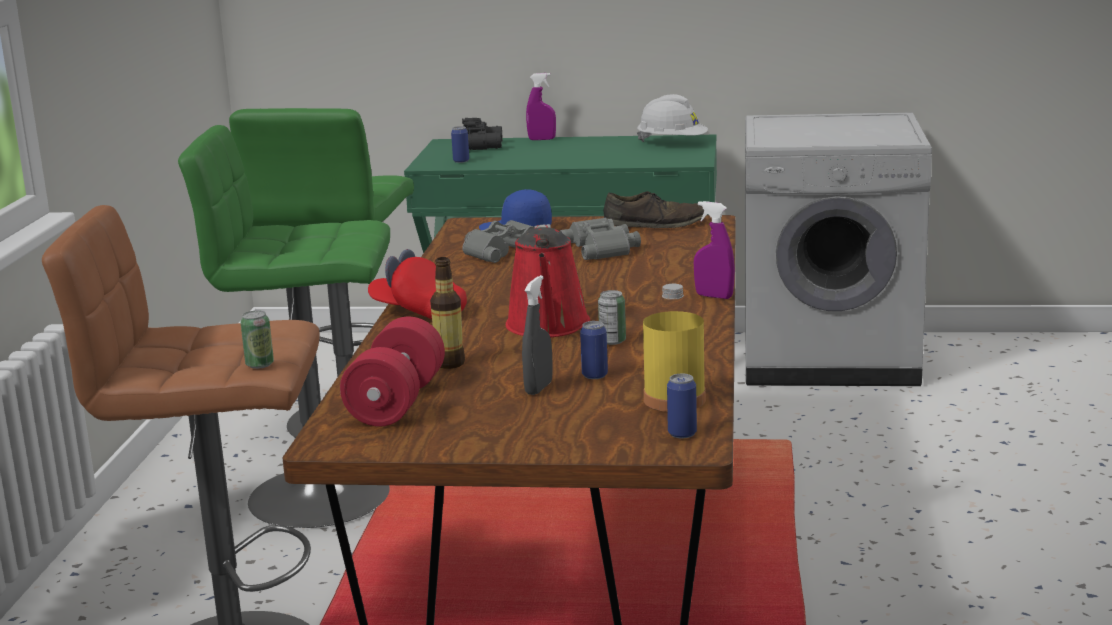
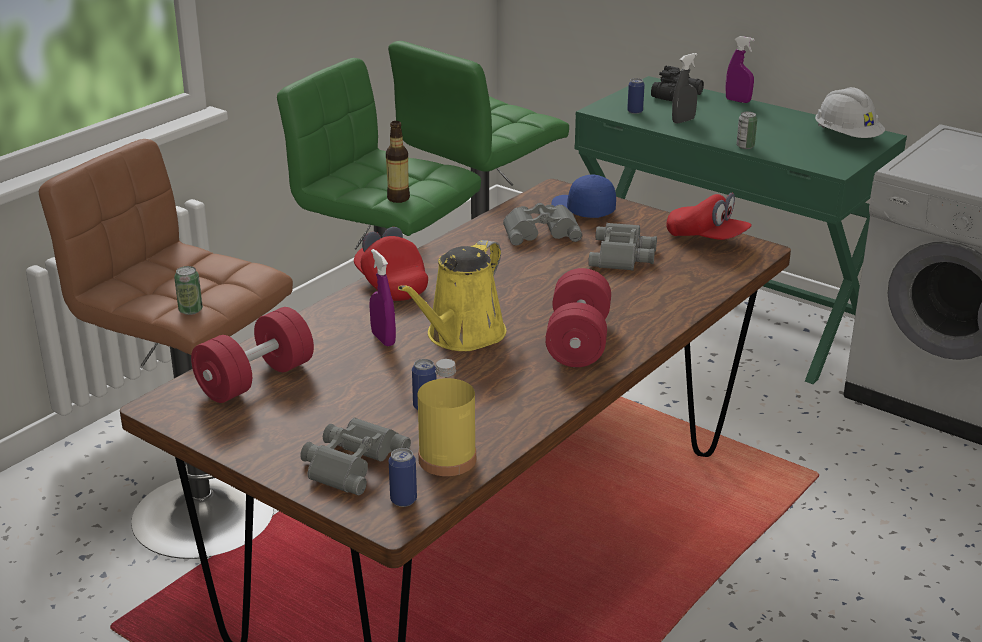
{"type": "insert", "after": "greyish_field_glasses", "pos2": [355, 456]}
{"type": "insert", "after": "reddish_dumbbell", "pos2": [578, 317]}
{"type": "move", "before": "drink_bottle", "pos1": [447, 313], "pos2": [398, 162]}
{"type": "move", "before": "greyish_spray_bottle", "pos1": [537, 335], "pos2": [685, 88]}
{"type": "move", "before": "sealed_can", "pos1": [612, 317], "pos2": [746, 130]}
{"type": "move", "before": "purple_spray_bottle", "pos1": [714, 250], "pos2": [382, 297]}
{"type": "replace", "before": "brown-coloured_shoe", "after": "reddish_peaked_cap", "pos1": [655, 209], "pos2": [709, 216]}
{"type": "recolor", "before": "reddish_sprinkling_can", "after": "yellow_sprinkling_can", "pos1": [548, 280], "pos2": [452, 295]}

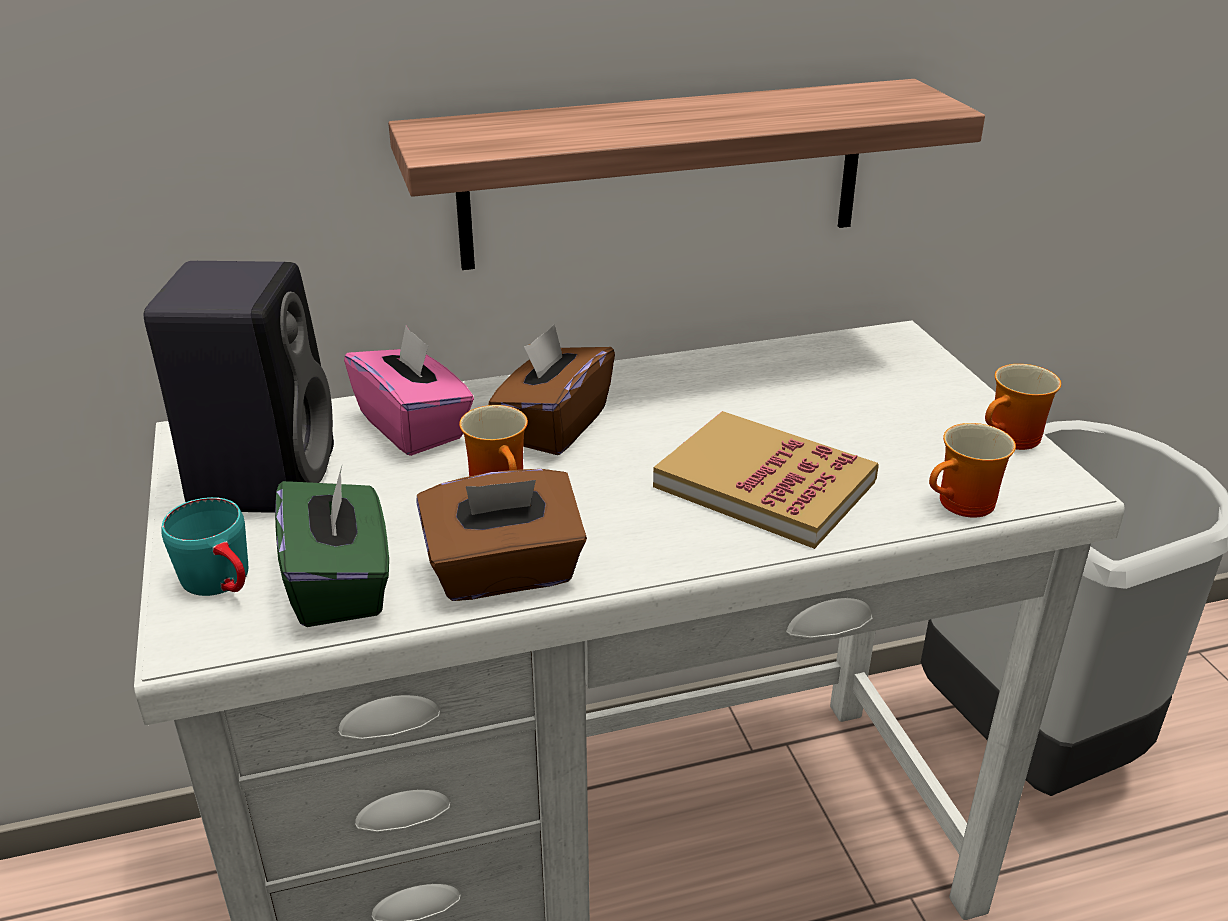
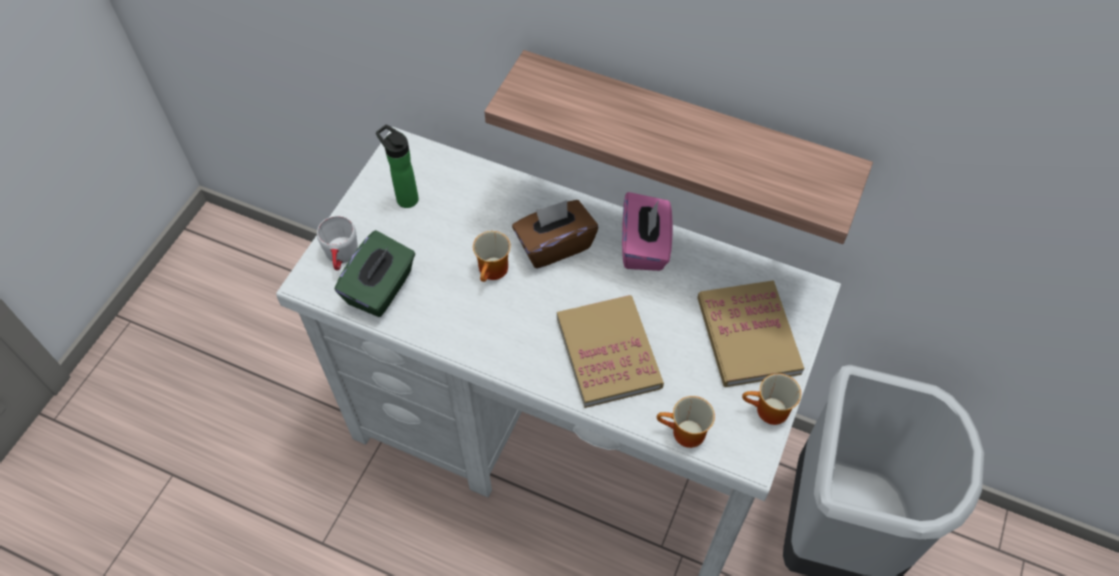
{"type": "delete", "before": "brown-coloured_tissue_box", "pos1": [501, 535]}
{"type": "insert", "after": "volume", "pos2": [750, 333]}
{"type": "move", "before": "pinkish_tissue_box", "pos1": [409, 391], "pos2": [647, 231]}
{"type": "replace", "before": "black_loudspeaker", "after": "drink_bottle", "pos1": [239, 387], "pos2": [397, 166]}
{"type": "recolor", "before": "blue-green_mug", "after": "white-coloured_mug", "pos1": [204, 546], "pos2": [337, 243]}

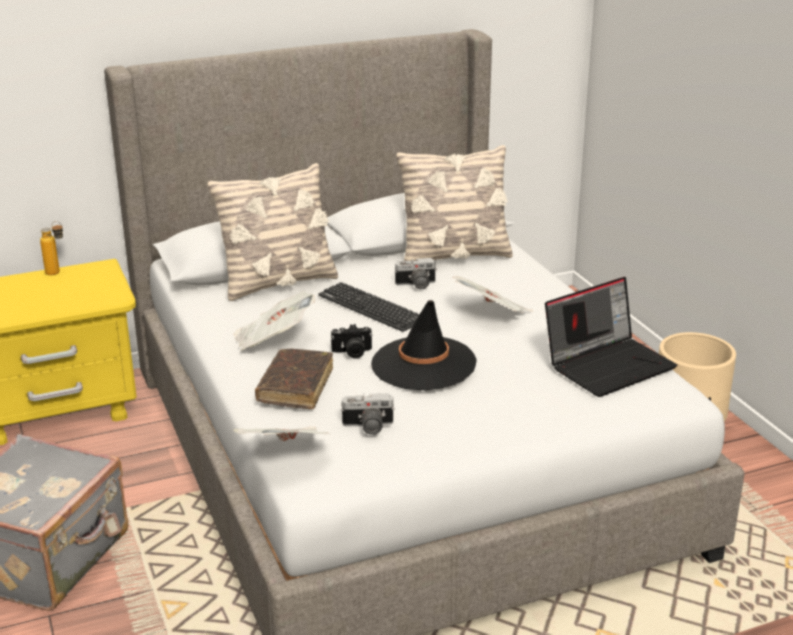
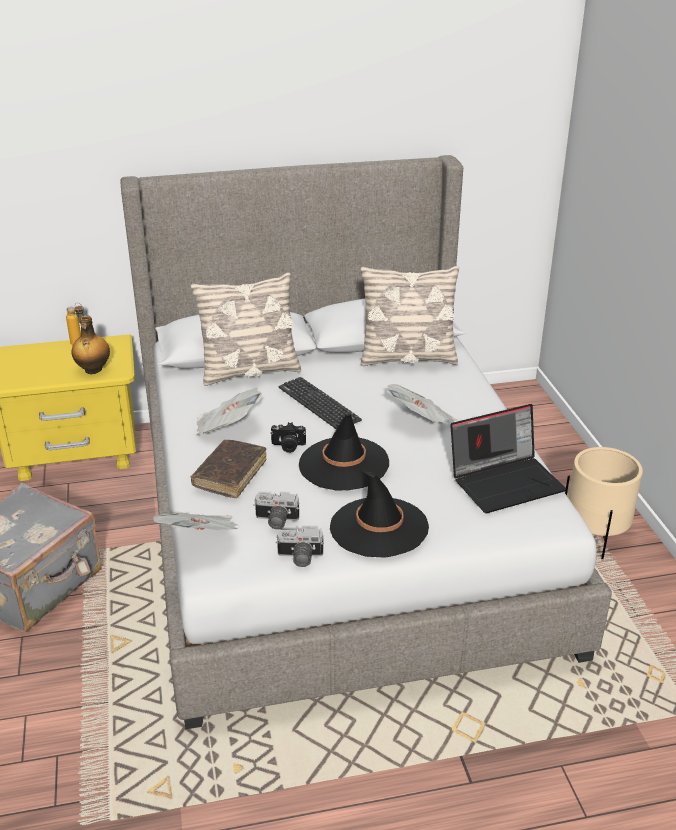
{"type": "insert", "after": "drink_bottle", "pos2": [91, 344]}
{"type": "insert", "after": "black_wearable_hat", "pos2": [379, 515]}
{"type": "move", "before": "photo_camera", "pos1": [416, 273], "pos2": [299, 547]}

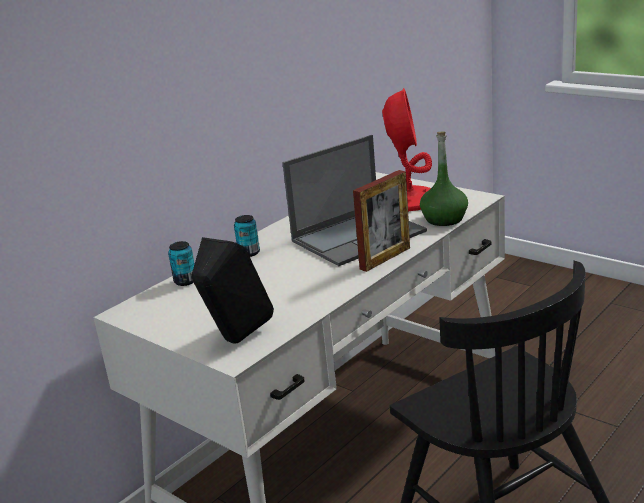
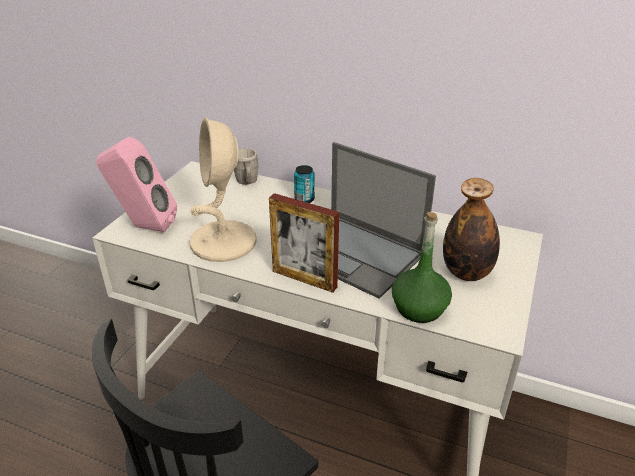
{"type": "insert", "after": "beige_table_lamp", "pos2": [223, 189]}
{"type": "replace", "before": "sealed_can", "after": "greyish_mug", "pos1": [181, 263], "pos2": [246, 166]}
{"type": "replace", "before": "reddish_table_lamp", "after": "drink_bottle", "pos1": [407, 149], "pos2": [471, 229]}
{"type": "recolor", "before": "black_loudspeaker", "after": "pinkish_loudspeaker", "pos1": [232, 290], "pos2": [136, 184]}

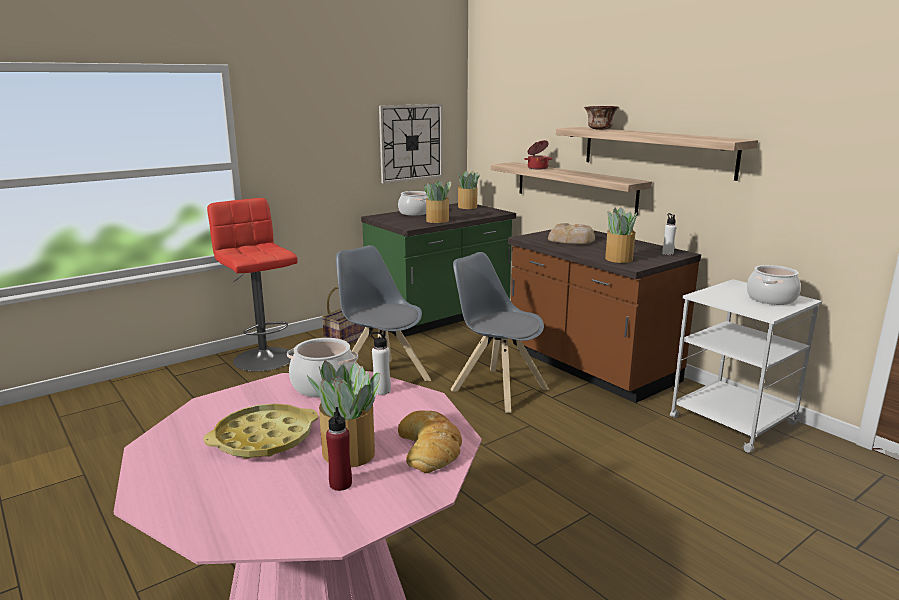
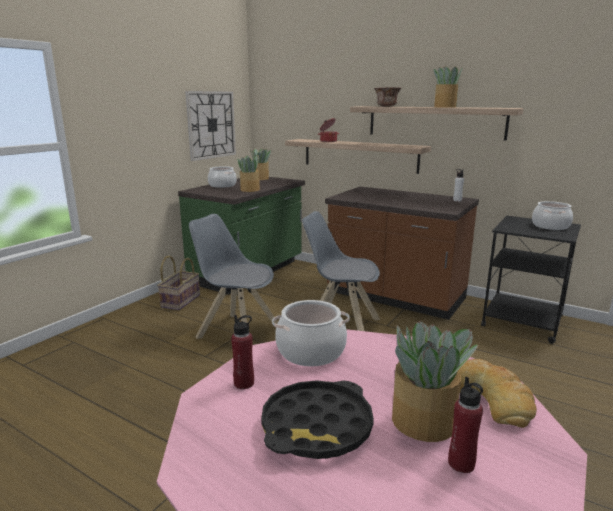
{"type": "delete", "before": "reddish_stool_seat", "pos1": [252, 284]}
{"type": "delete", "before": "white-coloured_drink_bottle", "pos1": [381, 363]}
{"type": "delete", "before": "bread", "pos1": [571, 233]}
{"type": "insert", "after": "reddish_drink_bottle", "pos2": [242, 352]}
{"type": "move", "before": "houseplant", "pos1": [621, 235], "pos2": [448, 87]}
{"type": "recolor", "before": "yellow_serving_tray", "after": "black_serving_tray", "pos1": [260, 431], "pos2": [317, 419]}
{"type": "recolor", "before": "white-coloured_trolley", "after": "black_trolley", "pos1": [746, 366], "pos2": [531, 280]}

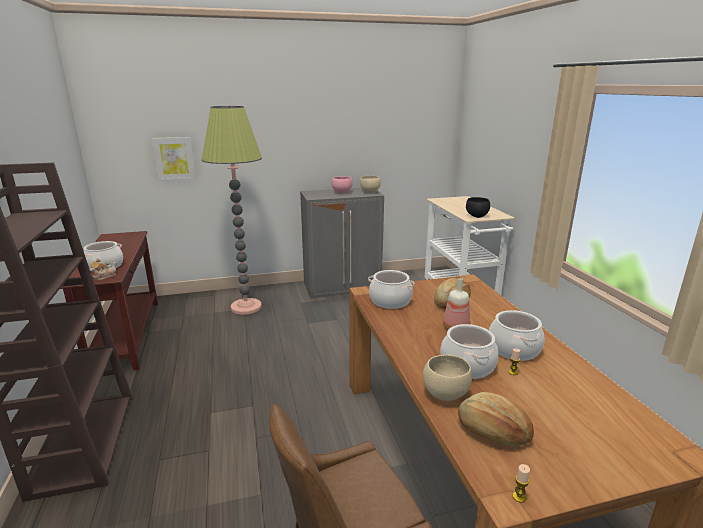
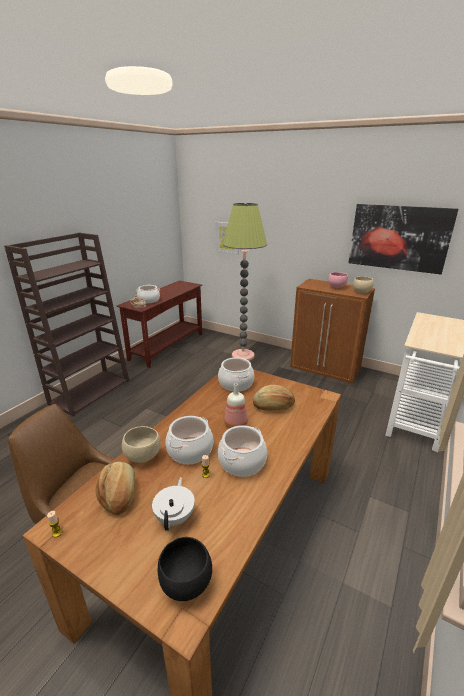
{"type": "insert", "after": "white-coloured_teapot", "pos2": [173, 504]}
{"type": "insert", "after": "wall_art", "pos2": [403, 239]}
{"type": "move", "before": "black_deep_dish", "pos1": [478, 207], "pos2": [185, 569]}
{"type": "recolor", "before": "greyish_cabinet", "after": "brown-coloured_cabinet", "pos1": [342, 243], "pos2": [332, 331]}

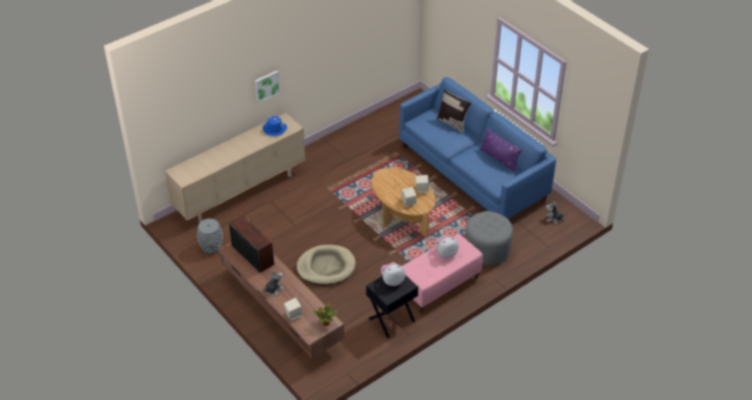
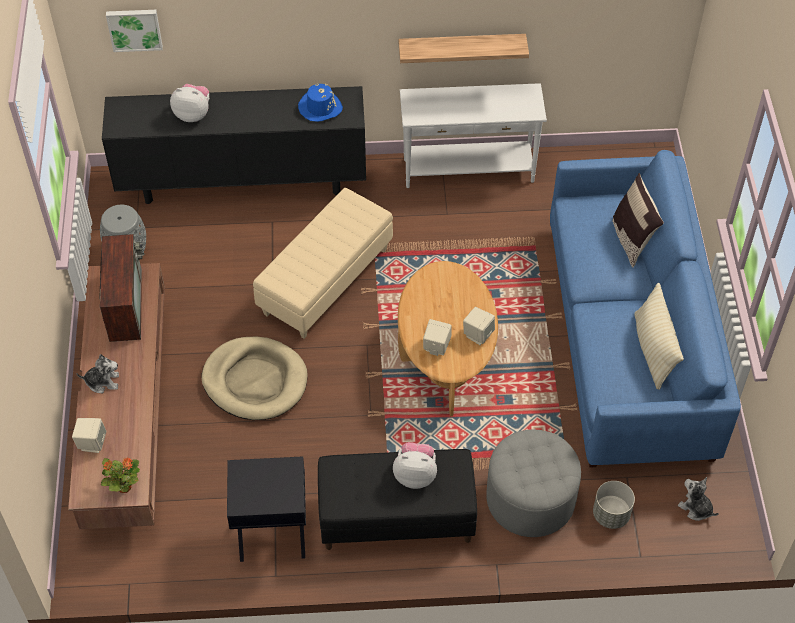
{"type": "insert", "after": "beige_footrest", "pos2": [323, 263]}
{"type": "insert", "after": "bracket_shelf", "pos2": [463, 48]}
{"type": "insert", "after": "white-coloured_console_table", "pos2": [473, 135]}
{"type": "insert", "after": "greyish_planter", "pos2": [614, 505]}
{"type": "move", "before": "wall_art", "pos1": [267, 86], "pos2": [134, 31]}
{"type": "move", "before": "plush_toy", "pos1": [393, 274], "pos2": [190, 103]}
{"type": "recolor", "before": "beige_cabinet", "after": "black_cabinet", "pos1": [235, 168], "pos2": [234, 145]}
{"type": "recolor", "before": "pinkish_bench", "after": "black_bench", "pos1": [443, 273], "pos2": [397, 499]}
{"type": "recolor", "before": "purple_pillow", "after": "beige_pillow", "pos1": [500, 149], "pos2": [659, 336]}

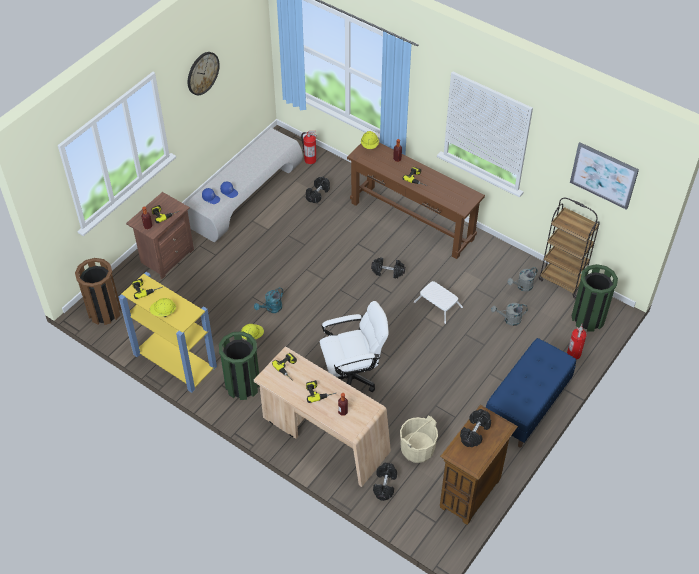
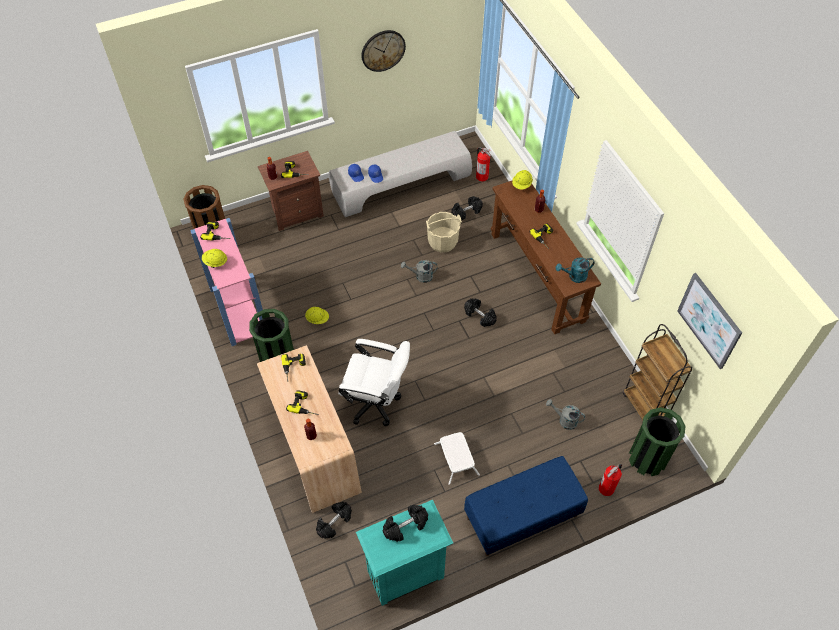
{"type": "move", "before": "blue-green_sprinkling_can", "pos1": [268, 300], "pos2": [575, 270]}
{"type": "move", "before": "beige_water_bucket", "pos1": [419, 439], "pos2": [444, 232]}
{"type": "move", "before": "white-coloured_step_ladder", "pos1": [438, 302], "pos2": [457, 458]}
{"type": "move", "before": "greyish_sprinkling_can", "pos1": [522, 279], "pos2": [419, 271]}
{"type": "recolor", "before": "yellow_shelving_unit", "after": "pinkish_shelving_unit", "pos1": [168, 332], "pos2": [226, 282]}
{"type": "recolor", "before": "brown-coloured_cabinet", "after": "blue-green_cabinet", "pos1": [479, 465], "pos2": [404, 553]}

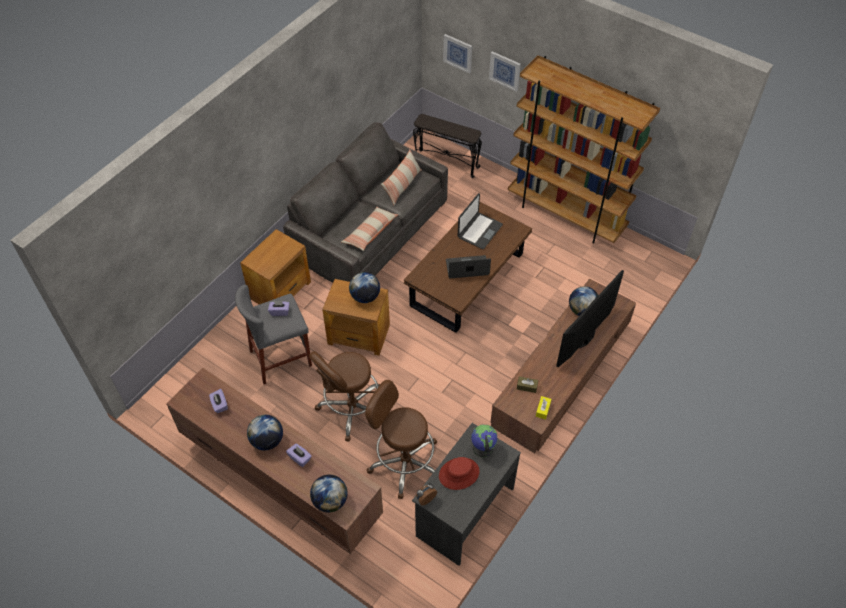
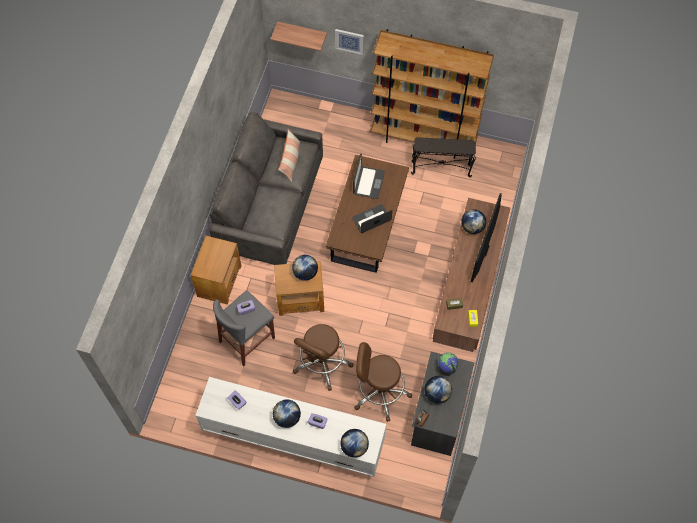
{"type": "delete", "before": "pillow", "pos1": [369, 229]}
{"type": "move", "before": "black_side_table", "pos1": [447, 146], "pos2": [443, 157]}
{"type": "replace", "before": "reddish_wearable_hat", "after": "desk_globe", "pos1": [459, 473], "pos2": [438, 390]}
{"type": "replace", "before": "wall_art", "after": "bracket_shelf", "pos1": [457, 54], "pos2": [299, 36]}
{"type": "recolor", "before": "brown-coloured_cabinet", "after": "white-coloured_cabinet", "pos1": [274, 461], "pos2": [290, 427]}

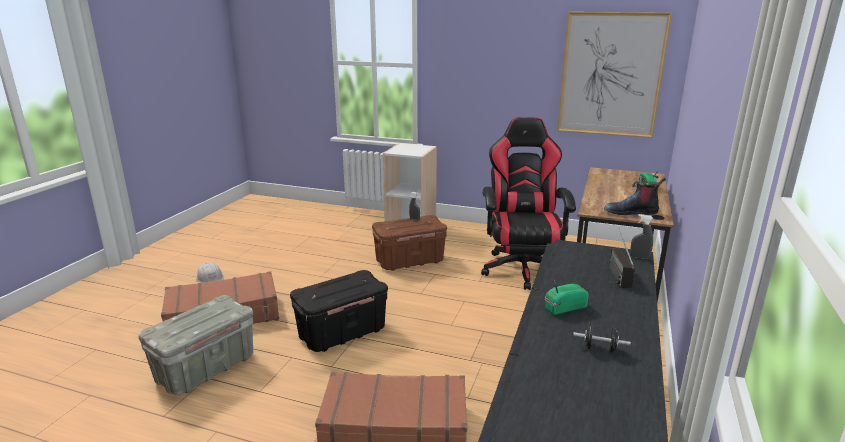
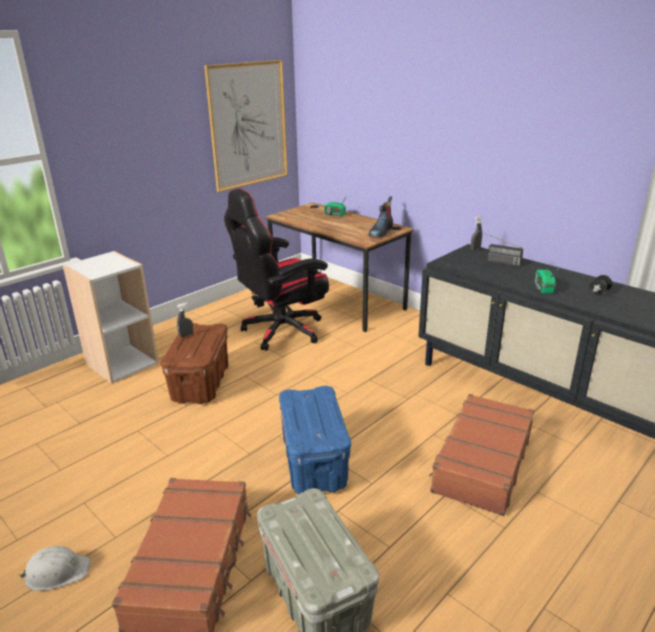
{"type": "recolor", "before": "black_storage_container", "after": "bluish_storage_container", "pos1": [339, 311], "pos2": [315, 440]}
{"type": "rotate", "before": "black_office_chair", "pos1": [528, 203], "pos2": [276, 269], "turn": -60}

